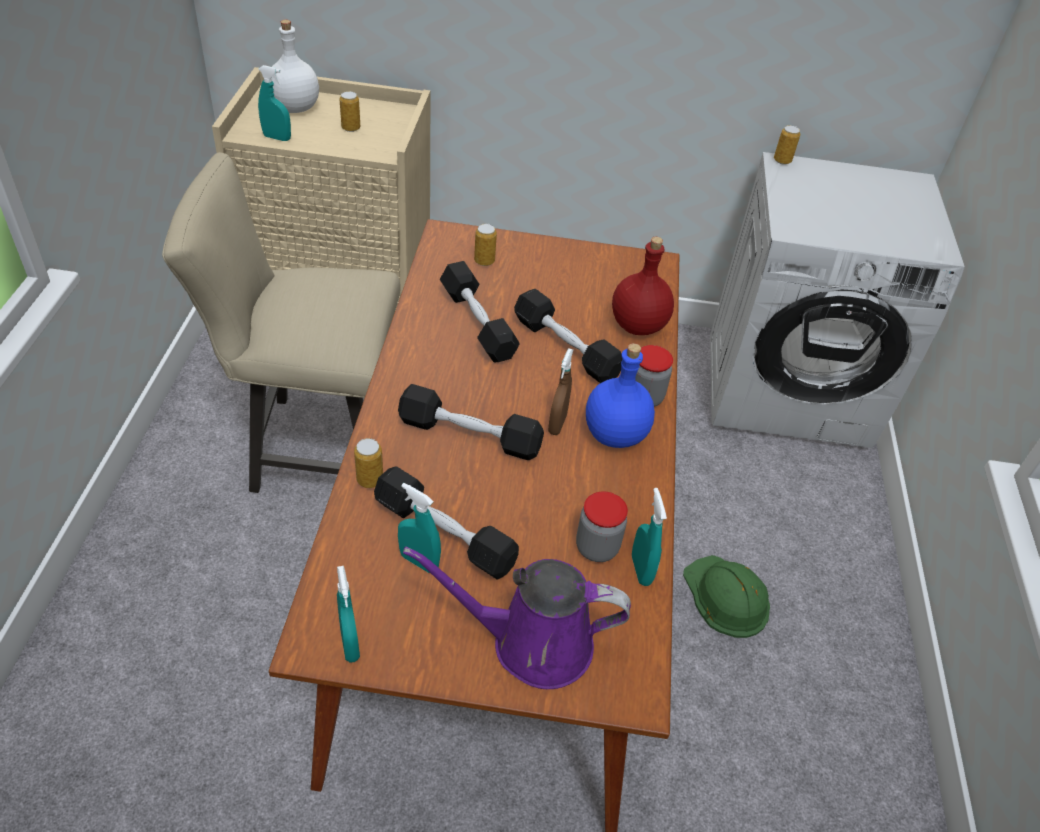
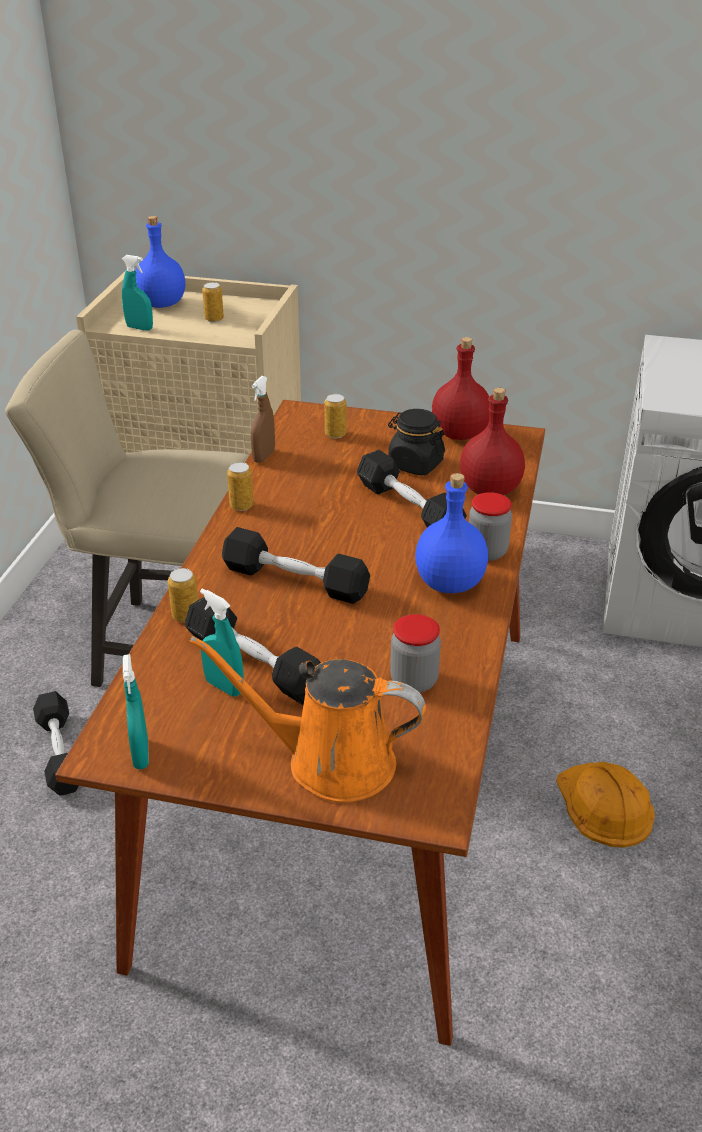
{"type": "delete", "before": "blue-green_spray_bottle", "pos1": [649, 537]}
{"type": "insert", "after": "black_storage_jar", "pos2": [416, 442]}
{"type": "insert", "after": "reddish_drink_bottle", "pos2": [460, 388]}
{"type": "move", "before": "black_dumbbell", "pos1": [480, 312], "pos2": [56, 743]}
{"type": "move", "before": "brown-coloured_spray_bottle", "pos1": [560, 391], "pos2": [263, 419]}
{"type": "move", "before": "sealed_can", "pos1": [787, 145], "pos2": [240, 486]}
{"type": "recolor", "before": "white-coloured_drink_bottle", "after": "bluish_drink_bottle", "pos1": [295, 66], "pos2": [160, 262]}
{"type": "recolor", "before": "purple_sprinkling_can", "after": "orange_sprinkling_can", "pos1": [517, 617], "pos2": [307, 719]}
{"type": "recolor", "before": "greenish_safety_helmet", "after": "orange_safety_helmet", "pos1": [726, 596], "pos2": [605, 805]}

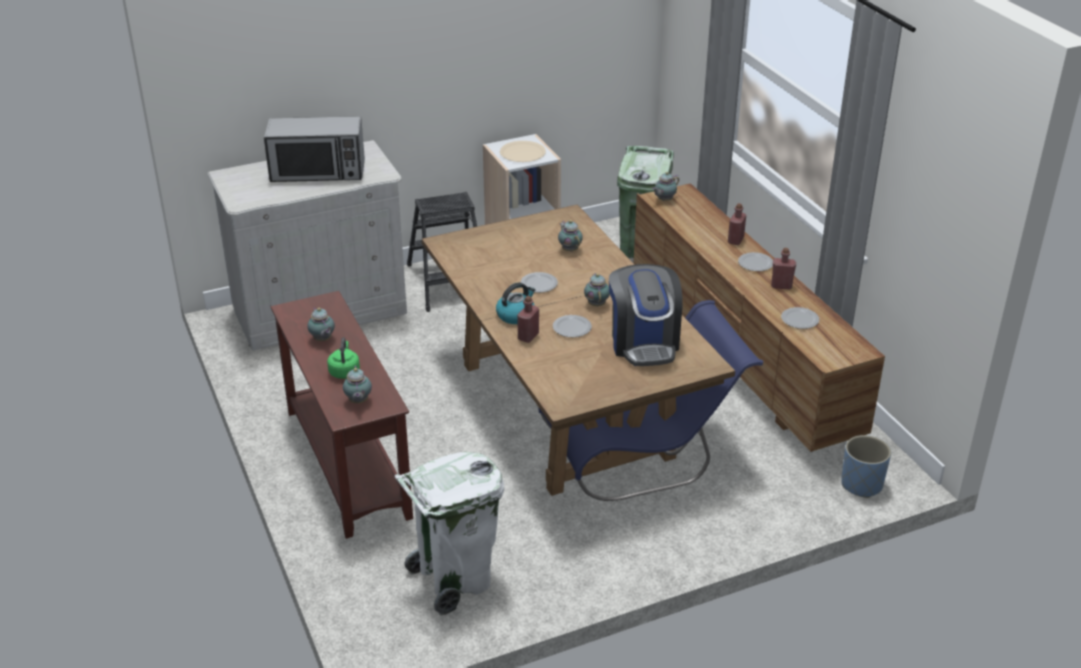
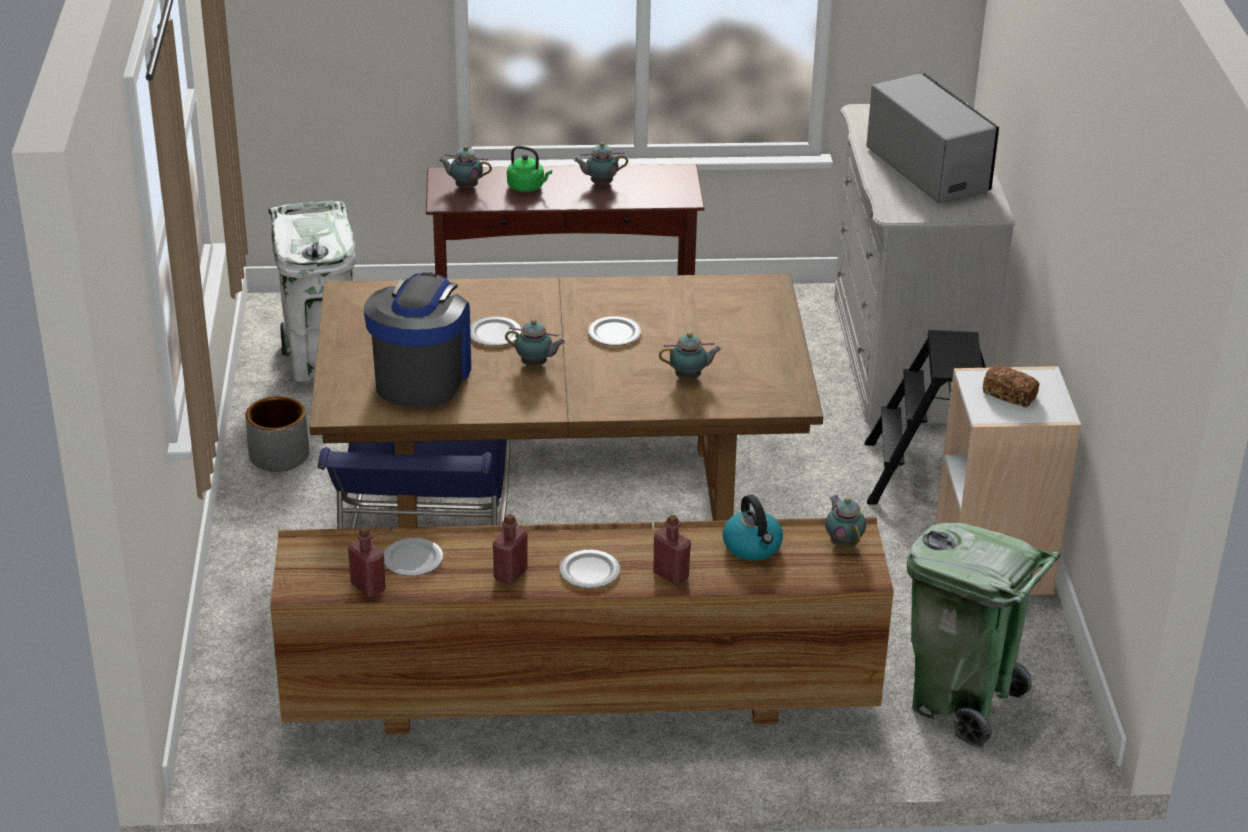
{"type": "delete", "before": "bluish_planter", "pos1": [866, 466]}
{"type": "insert", "after": "greyish_planter", "pos2": [277, 434]}
{"type": "move", "before": "water_kettle", "pos1": [515, 303], "pos2": [753, 528]}
{"type": "move", "before": "reddish_drink_bottle", "pos1": [528, 319], "pos2": [367, 561]}
{"type": "replace", "before": "beige_flat_dish", "after": "bread", "pos1": [523, 151], "pos2": [1011, 386]}
{"type": "rotate", "before": "kitchen_microwave", "pos1": [314, 149], "pos2": [932, 138], "turn": 135}
{"type": "rotate", "before": "coffee_brewer", "pos1": [646, 315], "pos2": [417, 340], "turn": 90}

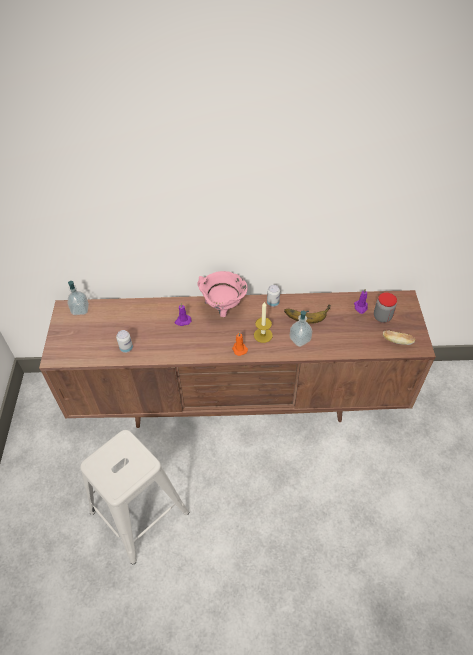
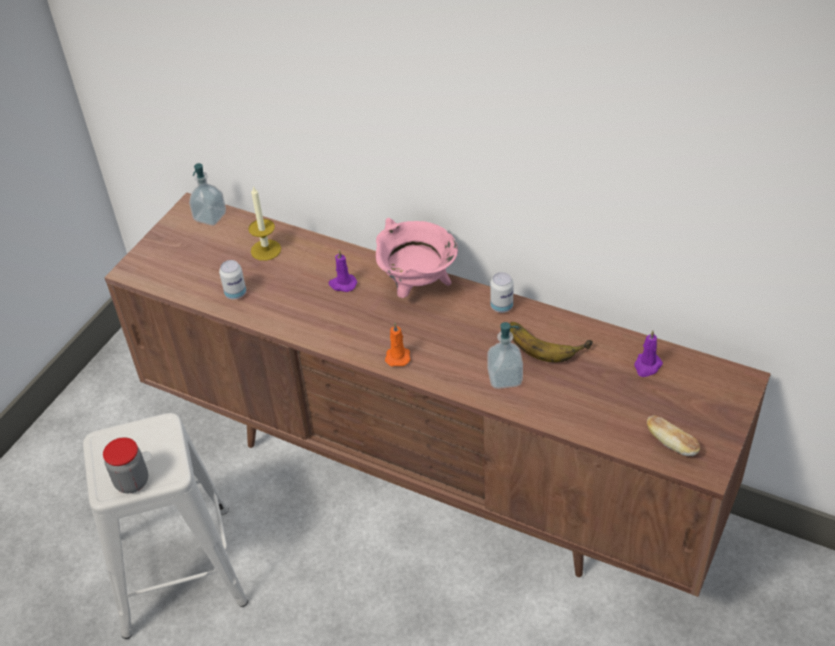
{"type": "move", "before": "candle", "pos1": [263, 322], "pos2": [264, 223]}
{"type": "move", "before": "storage_jar", "pos1": [385, 307], "pos2": [125, 465]}

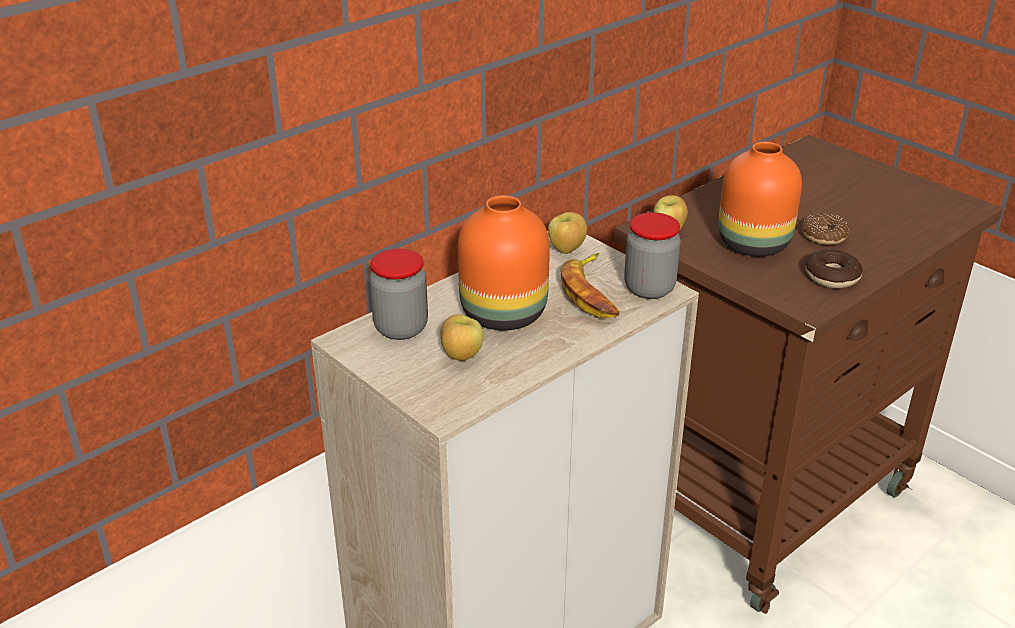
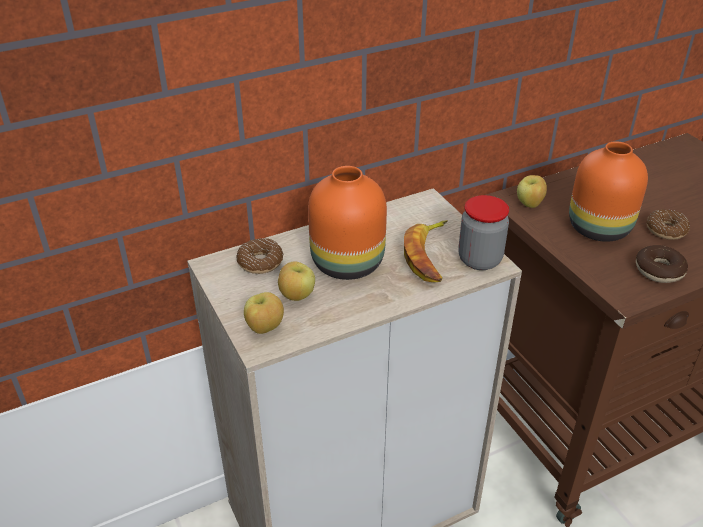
{"type": "move", "before": "apple", "pos1": [567, 233], "pos2": [264, 313]}
{"type": "replace", "before": "storage_jar", "after": "ring_doughnut", "pos1": [399, 294], "pos2": [259, 256]}

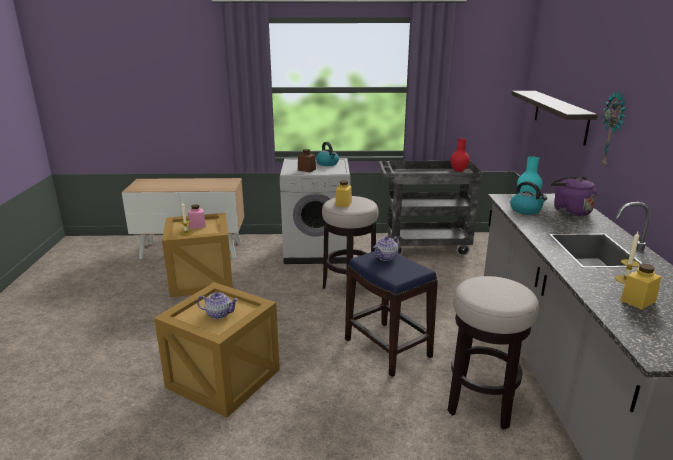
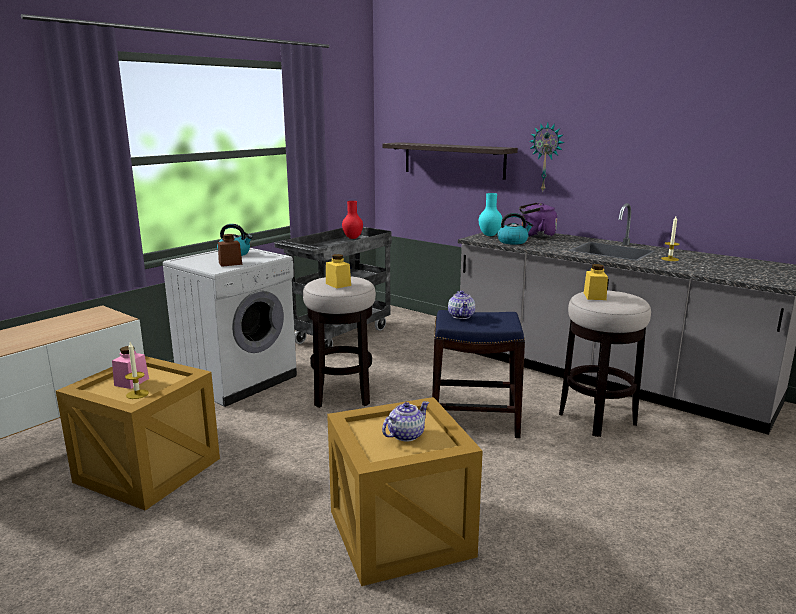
{"type": "move", "before": "yellow_storage_jar", "pos1": [641, 286], "pos2": [596, 282]}

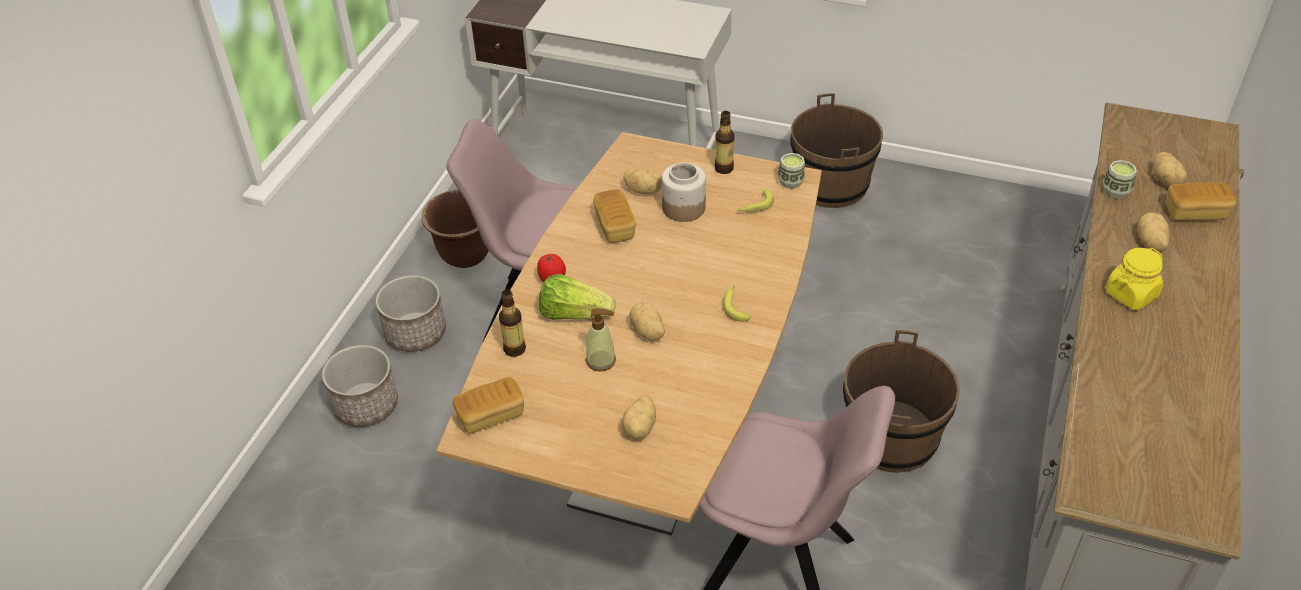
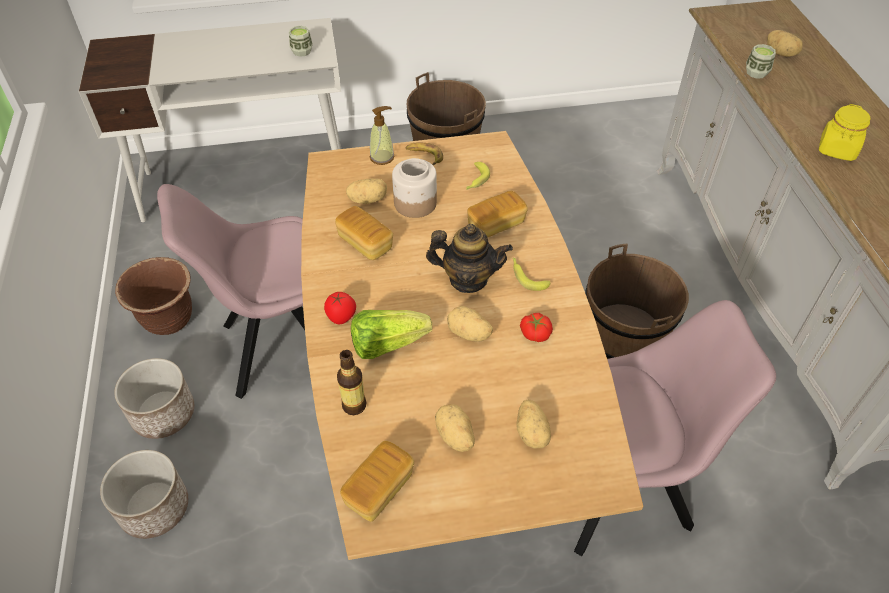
{"type": "insert", "after": "teapot", "pos2": [469, 258]}
{"type": "insert", "after": "whole_tomato", "pos2": [536, 327]}
{"type": "move", "before": "soap_dispenser", "pos1": [601, 339], "pos2": [382, 135]}
{"type": "move", "before": "small_cup", "pos1": [791, 171], "pos2": [301, 41]}
{"type": "move", "before": "potato", "pos1": [1153, 231], "pos2": [455, 428]}
{"type": "move", "before": "bread", "pos1": [1200, 201], "pos2": [497, 214]}
{"type": "replace", "before": "drink_bottle", "after": "banana_fruit", "pos1": [724, 142], "pos2": [424, 153]}

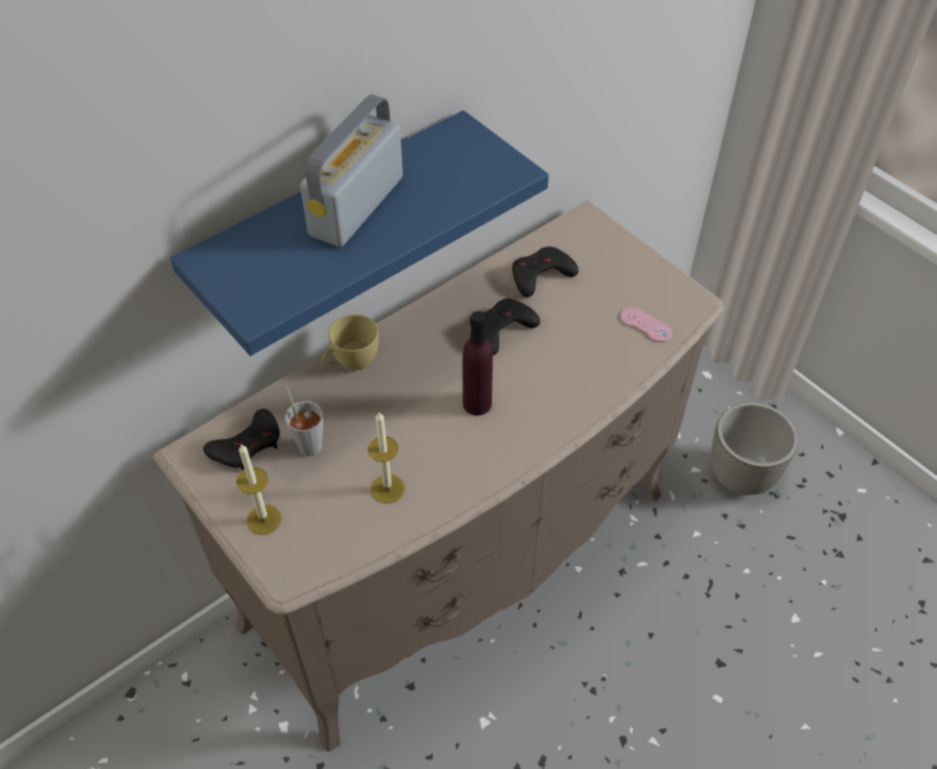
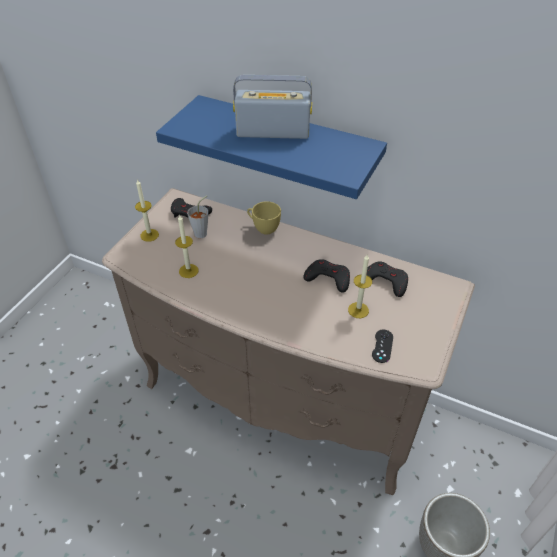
{"type": "delete", "before": "purple_drink_bottle", "pos1": [478, 363]}
{"type": "insert", "after": "candle", "pos2": [360, 286]}
{"type": "recolor", "before": "pinkish_gamepad", "after": "black_gamepad", "pos1": [646, 325], "pos2": [382, 346]}

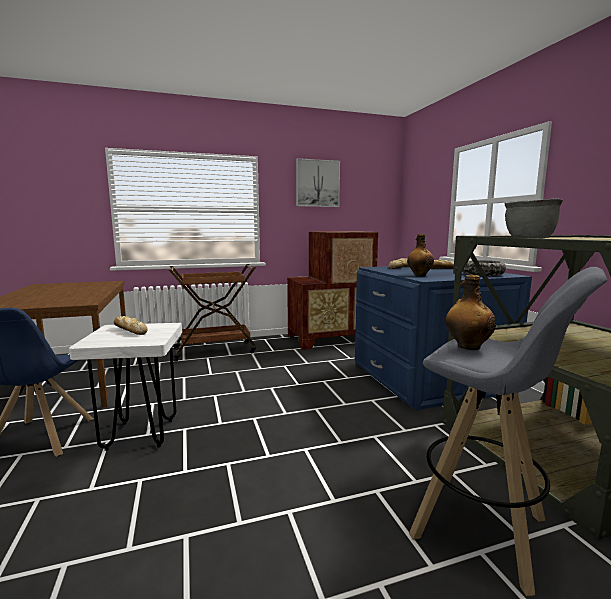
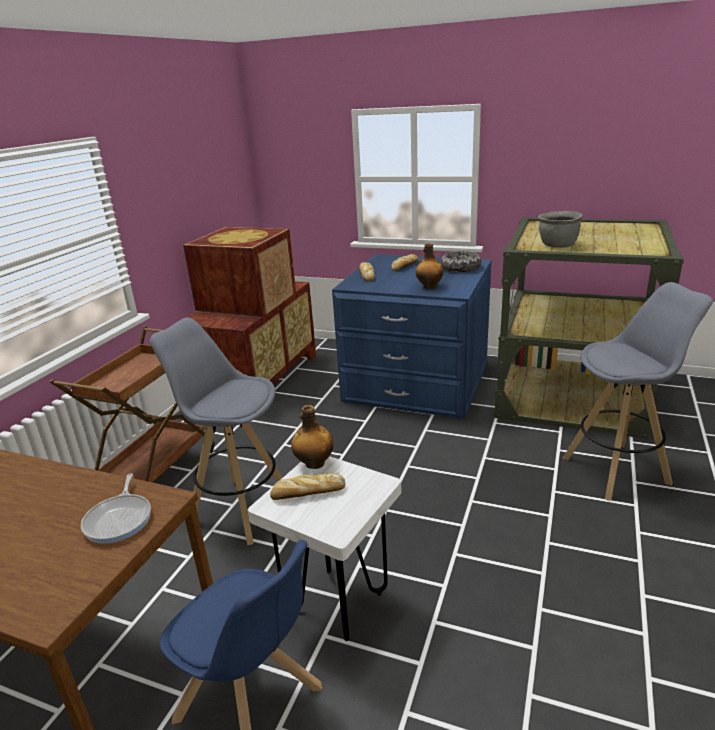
{"type": "delete", "before": "wall_art", "pos1": [318, 182]}
{"type": "insert", "after": "skillet", "pos2": [116, 508]}
{"type": "insert", "after": "greyish_stool_seat", "pos2": [216, 431]}
{"type": "move", "before": "drink_bottle", "pos1": [471, 312], "pos2": [312, 437]}

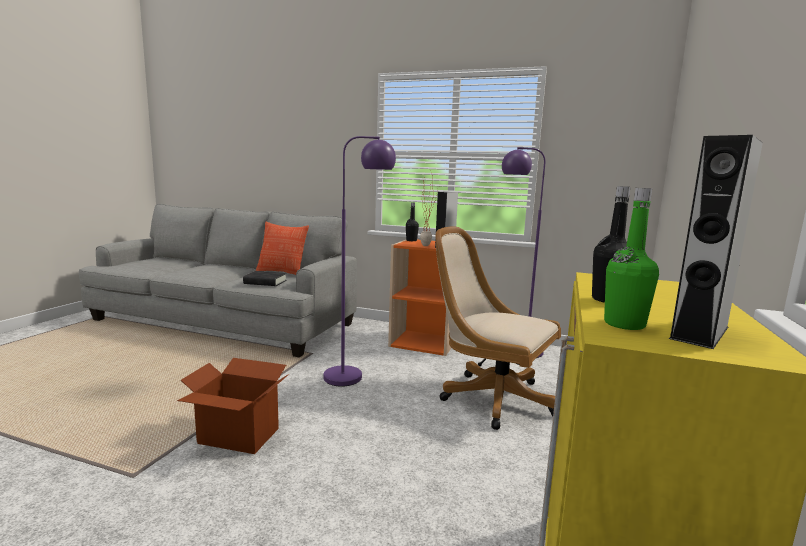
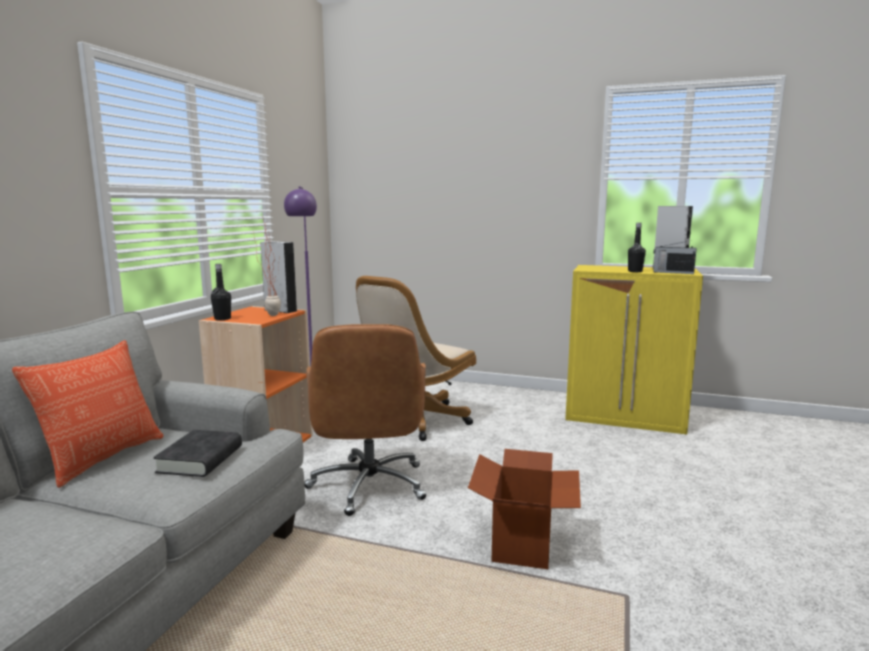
{"type": "replace", "before": "purple_floor_lamp", "after": "brown-coloured_office_chair", "pos1": [359, 261], "pos2": [365, 420]}
{"type": "replace", "before": "greenish_drink_bottle", "after": "radio", "pos1": [631, 259], "pos2": [675, 257]}

